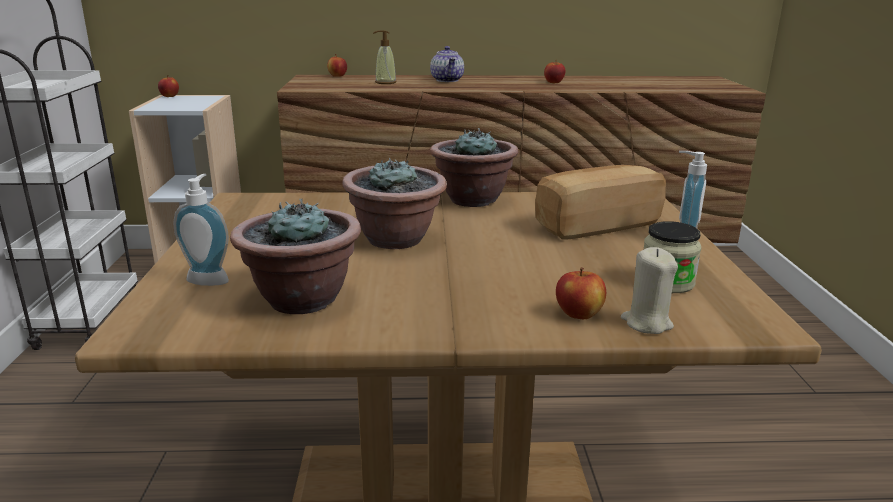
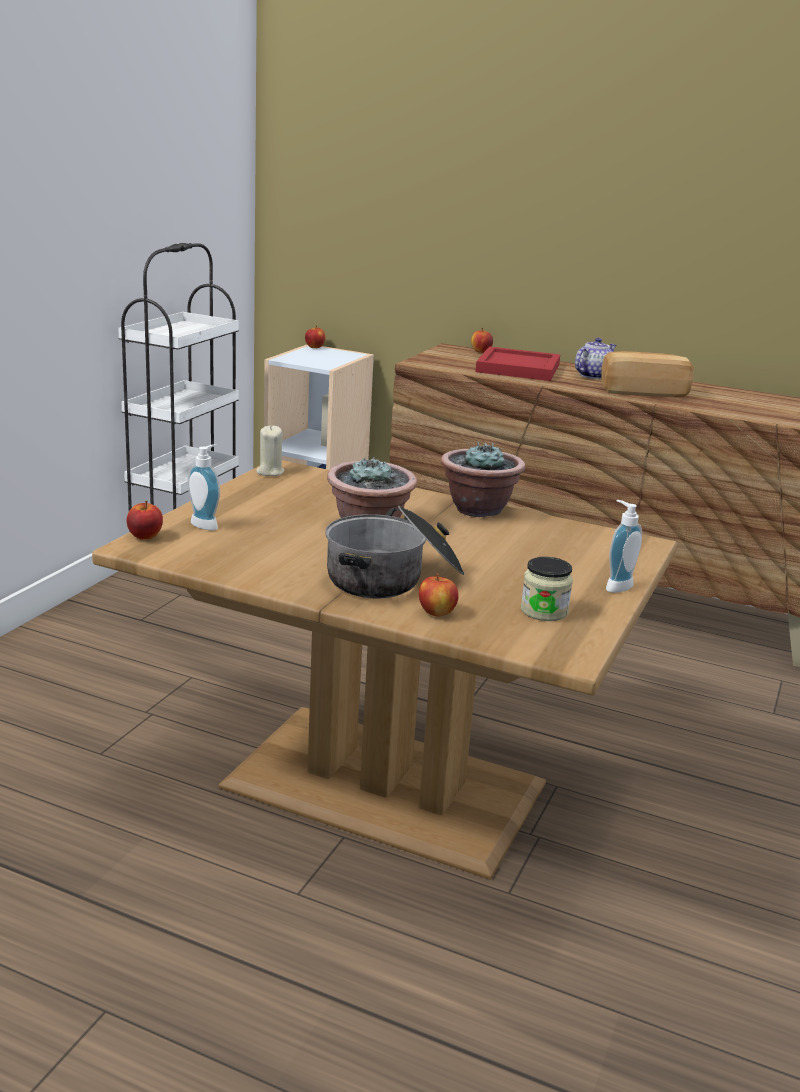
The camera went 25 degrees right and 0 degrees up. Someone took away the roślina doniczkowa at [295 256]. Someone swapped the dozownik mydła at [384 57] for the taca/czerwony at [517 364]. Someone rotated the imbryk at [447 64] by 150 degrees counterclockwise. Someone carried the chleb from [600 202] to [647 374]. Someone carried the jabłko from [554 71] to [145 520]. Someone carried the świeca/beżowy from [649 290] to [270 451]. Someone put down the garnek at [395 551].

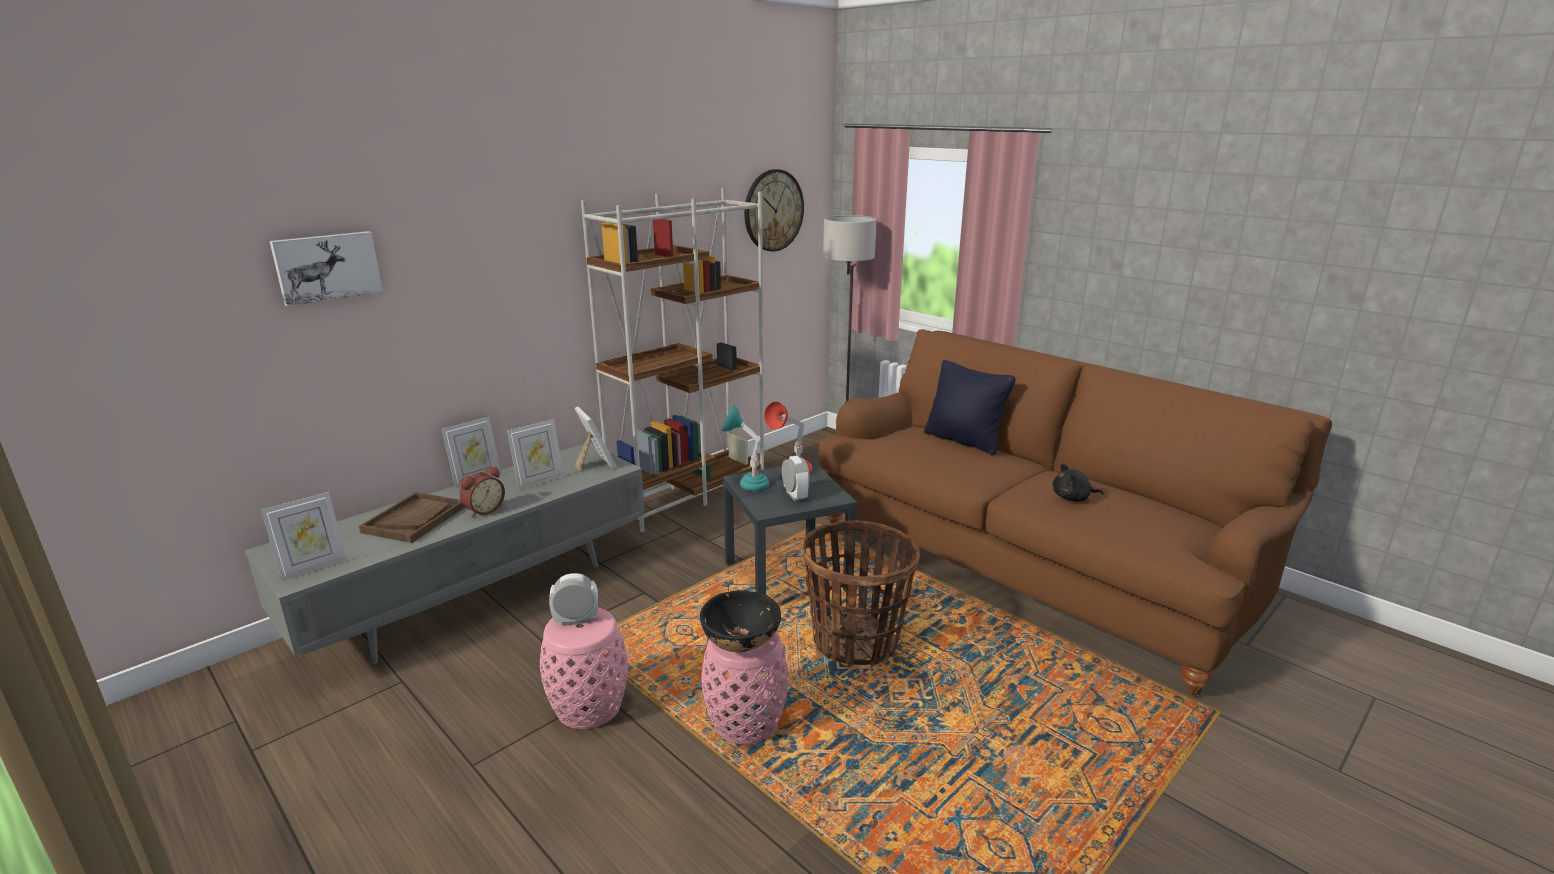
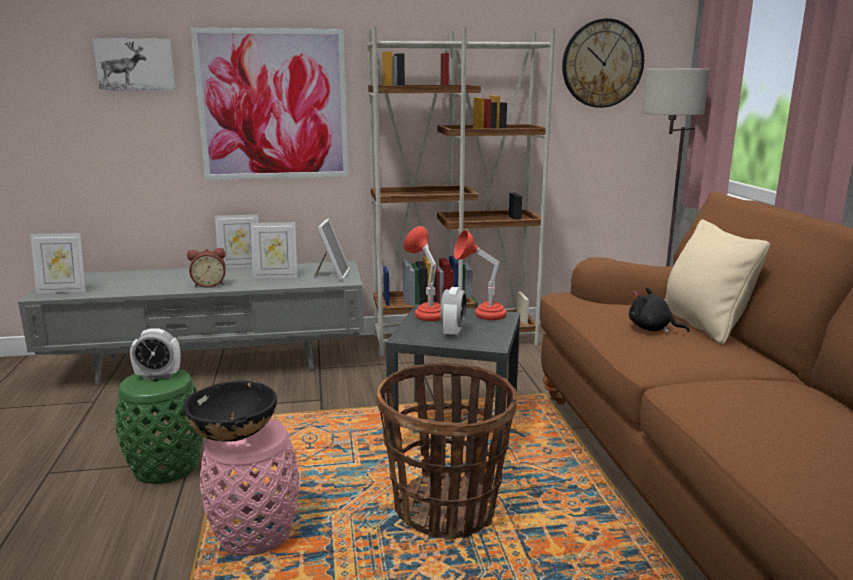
The camera went 35 degrees right and 5 degrees down. Someone took away the taca/brązowy at [412 517]. Someone repainted the stołek/różowy at [584 668], which became the stołek/zielony at [159 426]. Someone rotated the budzik at [573 599] by 150 degrees clockwise. Someone repainted the lampa stołowa/turkusowy at [745 448], which became the lampa stołowa/czerwony at [422 273]. Someone repainted the poduszka/czarny at [970 407], which became the poduszka/beżowy at [717 281]. Someone carried the pluszak/czarny from [1078 483] to [659 310]. Someone put up the obraz at [270 104].

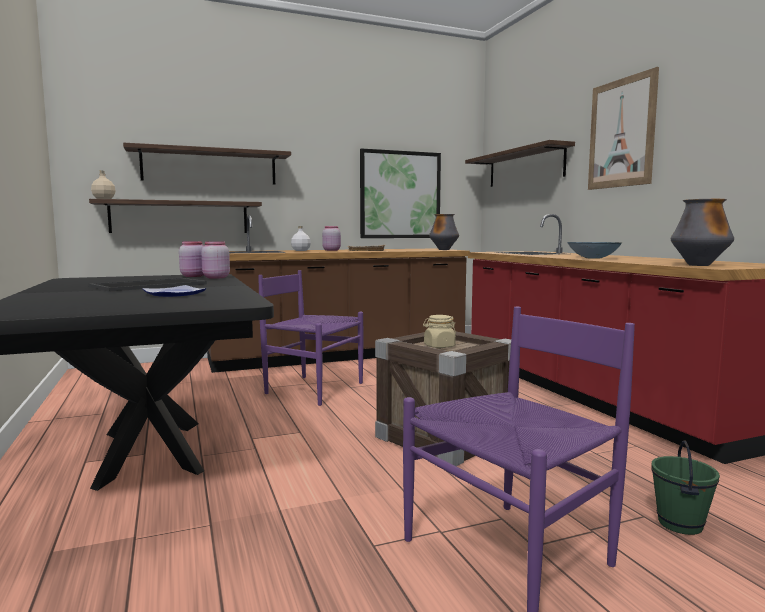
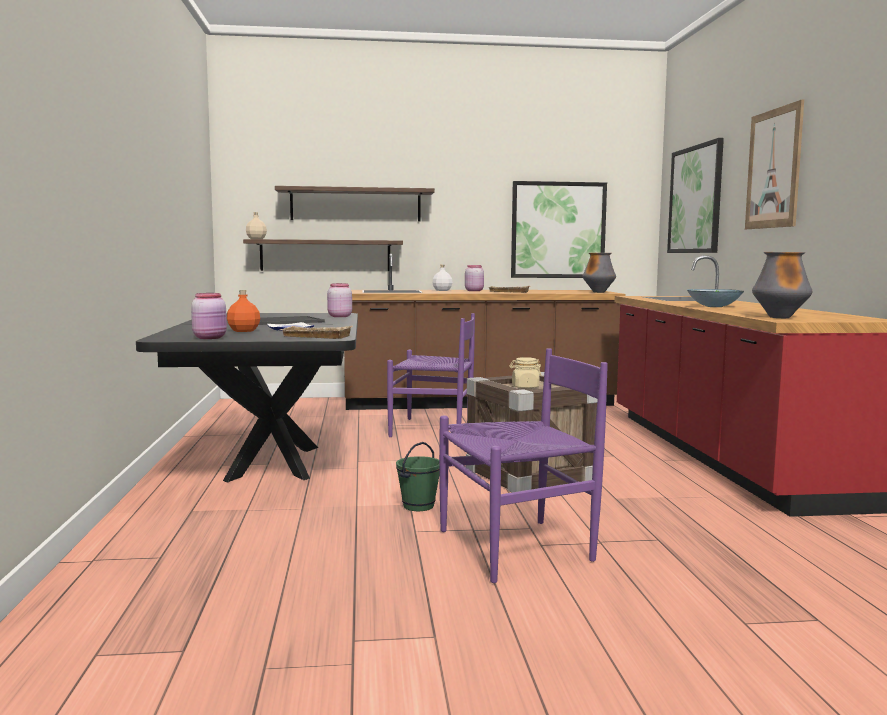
The camera went 15 degrees right and 0 degrees up. Someone carried the słoik/różowy from [191 259] to [209 316]. Someone rotated the krzesło/fioletowy at [310 338] by 150 degrees clockwise. Someone swapped the półka at [520 163] for the obraz at [695 195]. Someone carried the wiadro/zielony from [685 488] to [417 476]. Someone put down the butelka/pomarańczowy at [243 311]. Someone put down the taca/beżowy at [316 332].

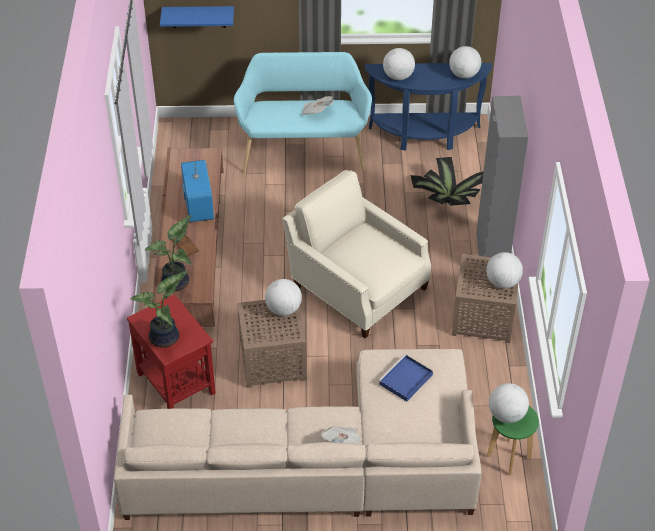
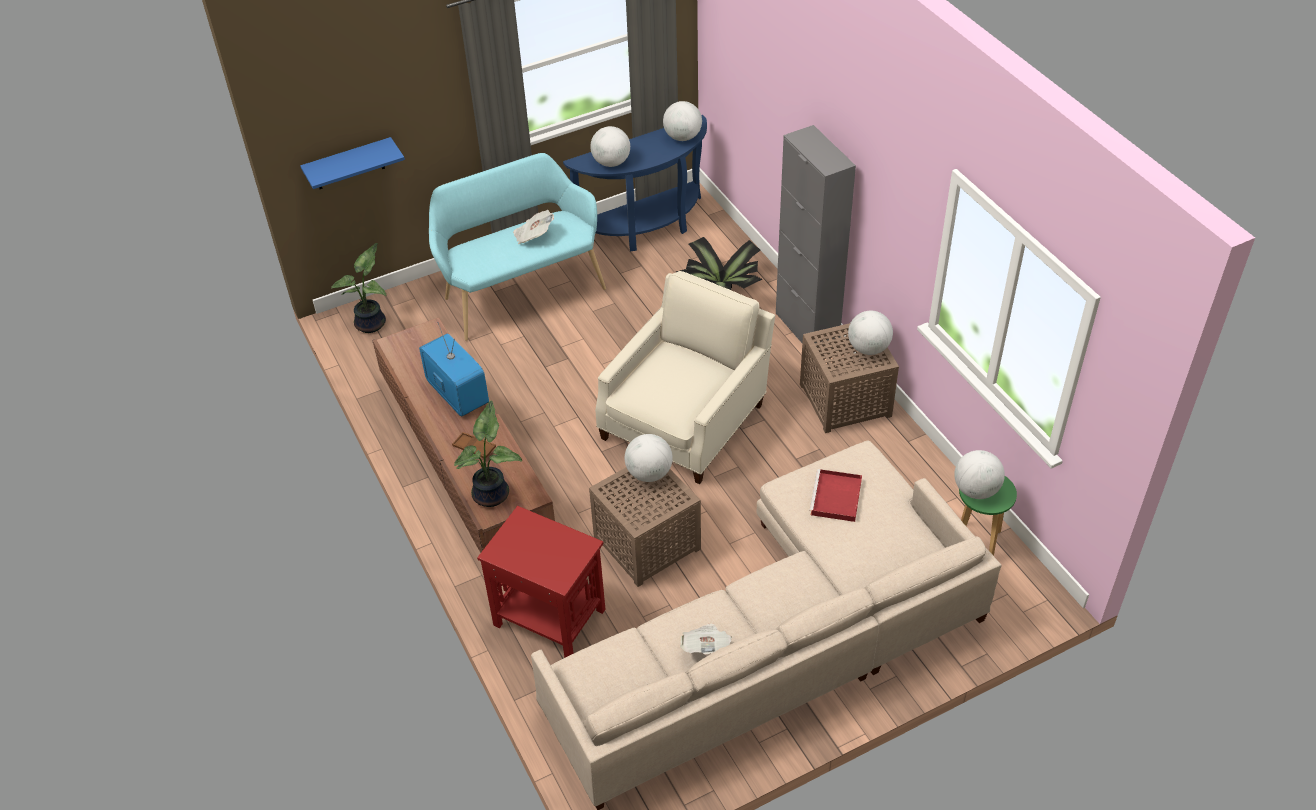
The camera went 25 degrees left and 0 degrees up. Someone carried the roślina doniczkowa from [159 309] to [358 288]. Someone rotated the fotel/beżowy at [357 254] by 105 degrees clockwise. Someone carried the gazeta from [341 435] to [706 639]. Someone repainted the taca/niebieski at [405 377], which became the taca/czerwony at [835 495].

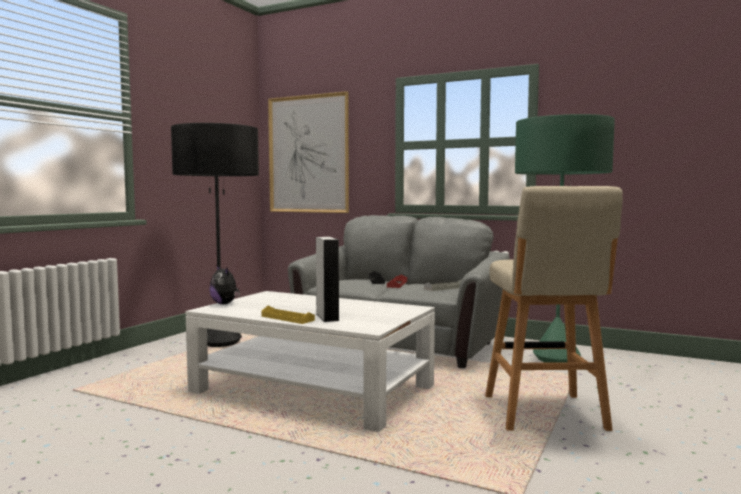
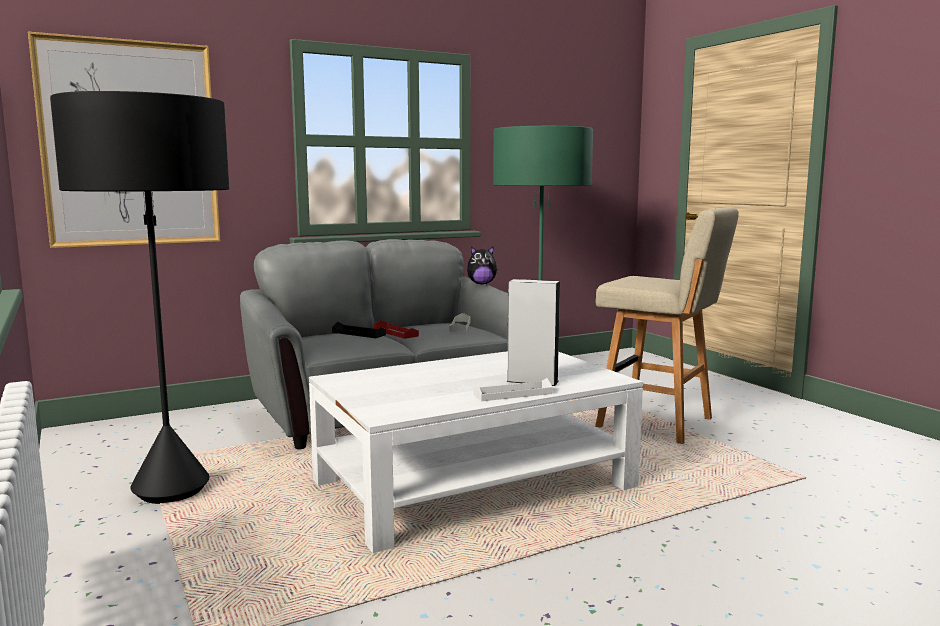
The camera went 55 degrees left and 5 degrees up. Someone carried the pluszak from [224 285] to [482 265]. Someone repainted the taca/żółty at [288 315], which became the taca/biały at [512 389].

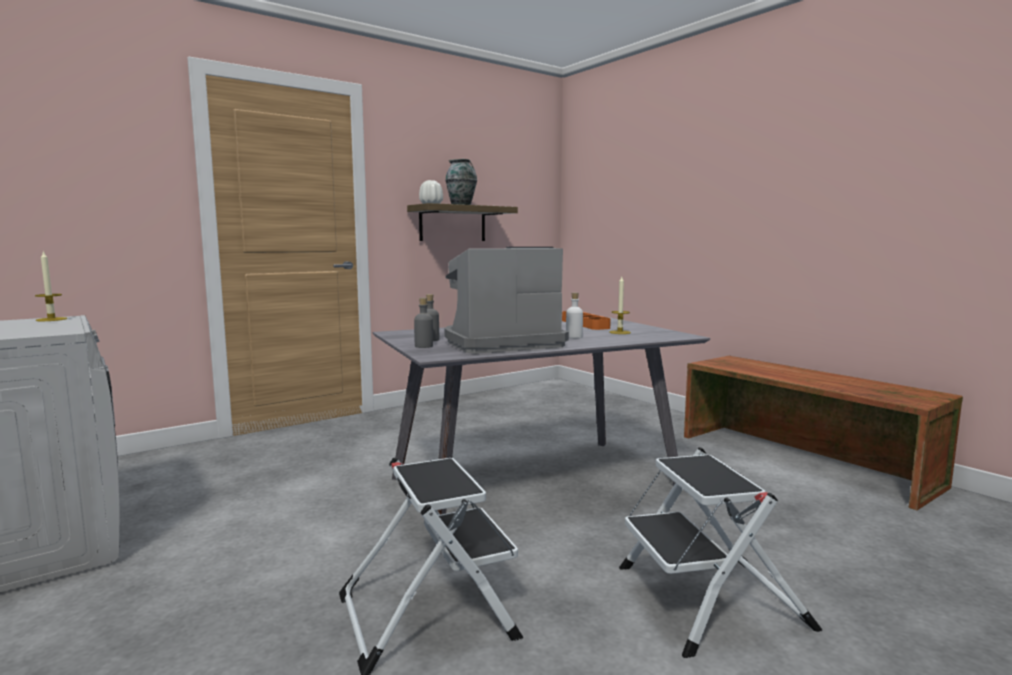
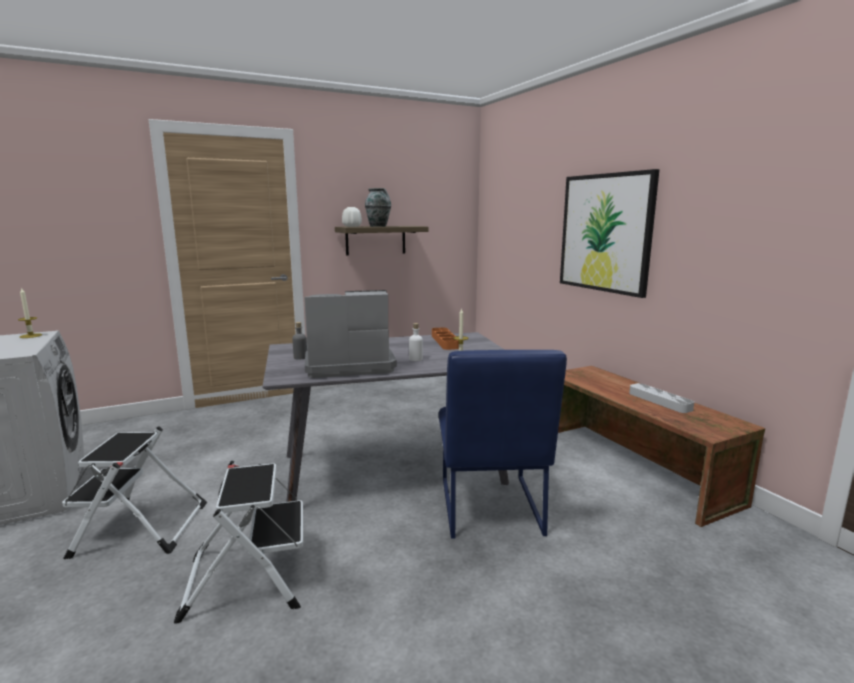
The camera went 10 degrees right and 5 degrees up. Someone took away the butelka/szary at [423 323]. Someone carried the drabinka from [720 552] to [134 492]. Someone put down the krzesło/niebieski at [503 444]. Someone put up the obraz at [610 233]. Someone put down the taca/szary at [661 398].

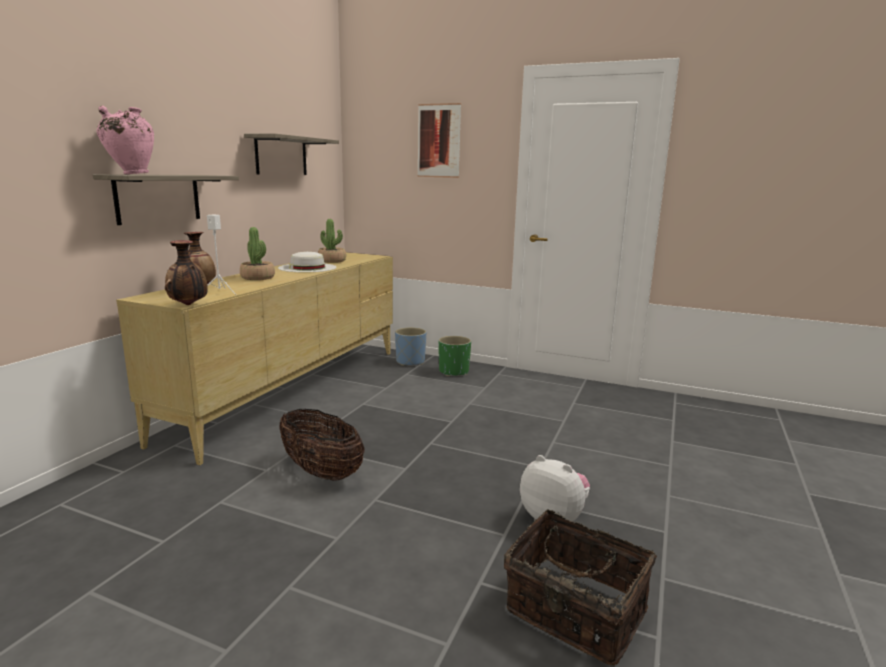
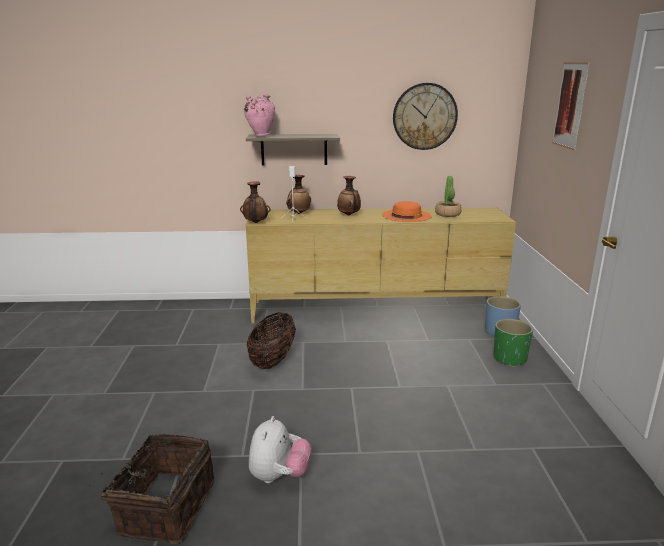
The camera went 65 degrees right and 5 degrees up. Someone swapped the roślina doniczkowa at [257 253] for the wazon at [349 195]. Someone swapped the półka at [291 154] for the zegar ścienny at [425 116]. Someone repainted the kapelusz/biały at [307 262], which became the kapelusz/pomarańczowy at [407 211].

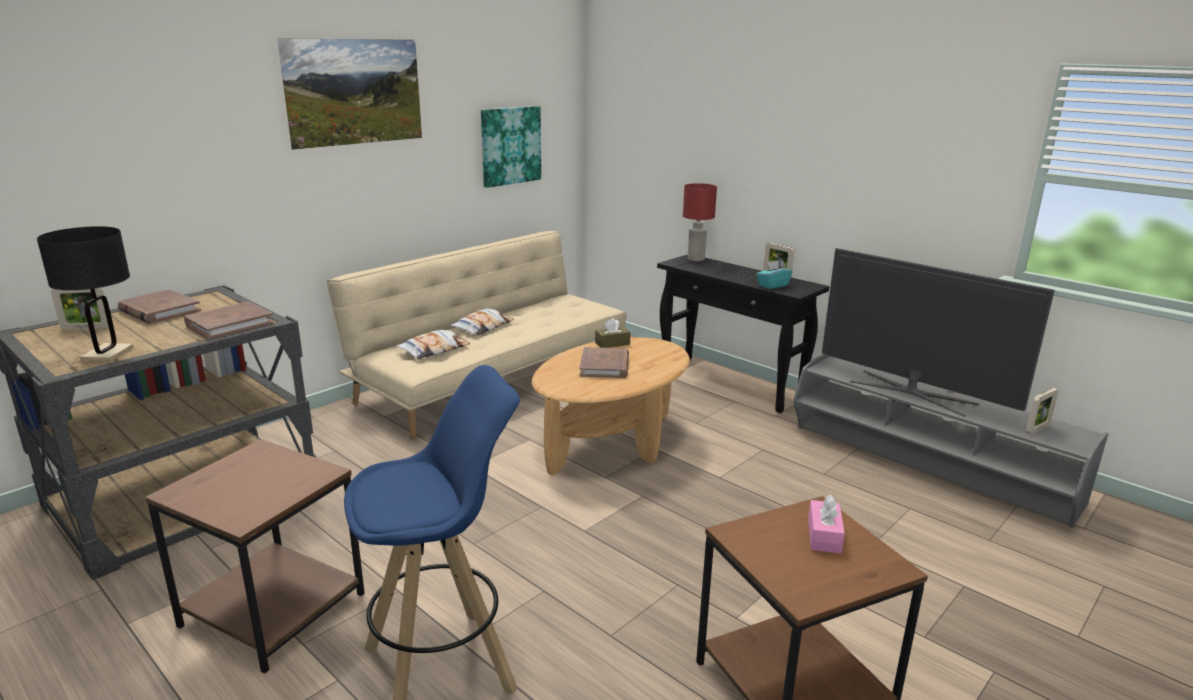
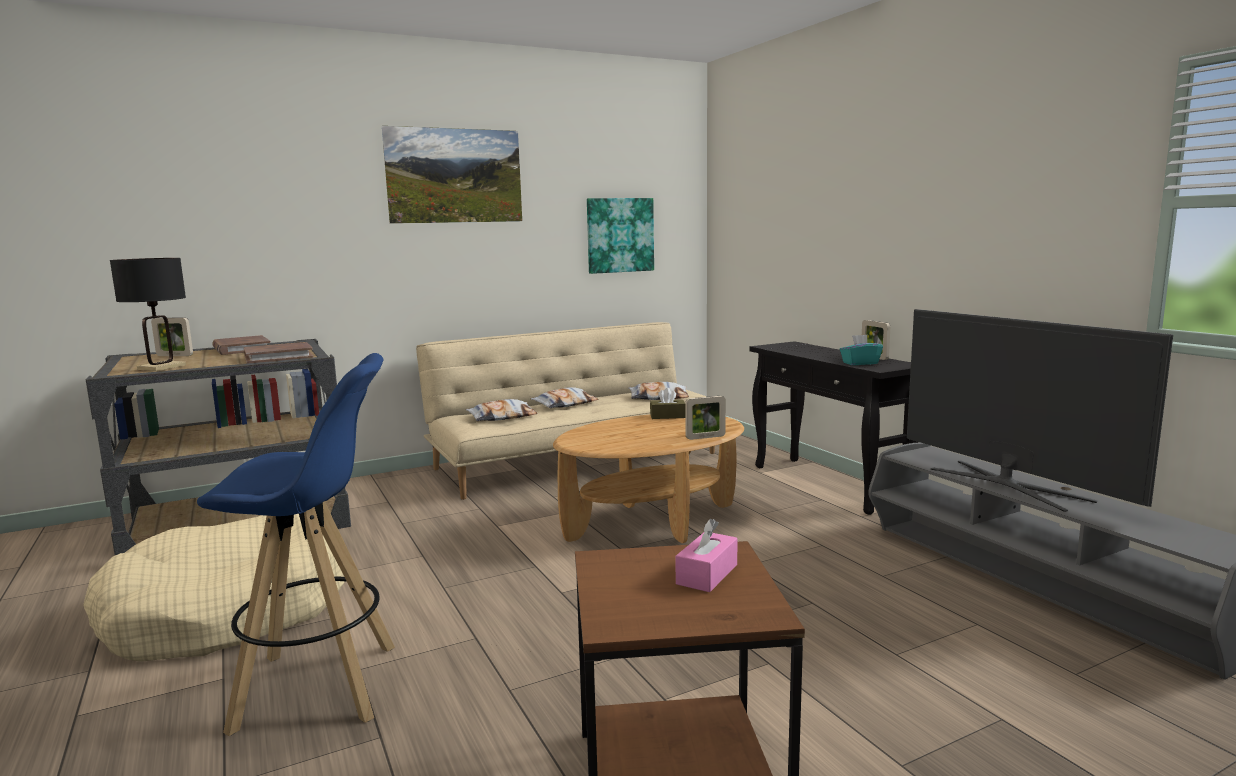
The camera went 20 degrees right and 10 degrees down. Someone swapped the stolik/brązowy at [255 556] for the legowisko/beżowy at [213 588]. Someone took away the książka/brązowy at [604 362]. Someone took away the lampa stołowa/czerwony at [700 222]. Someone carried the ramka na zdjęcie from [1042 411] to [705 418]. Someone put down the poduszka at [659 391].

